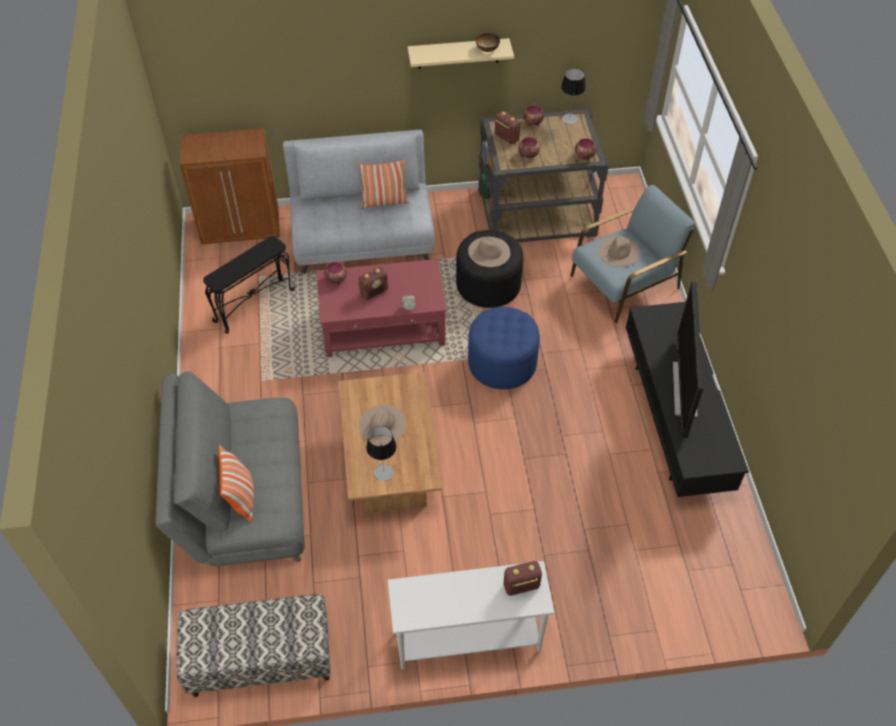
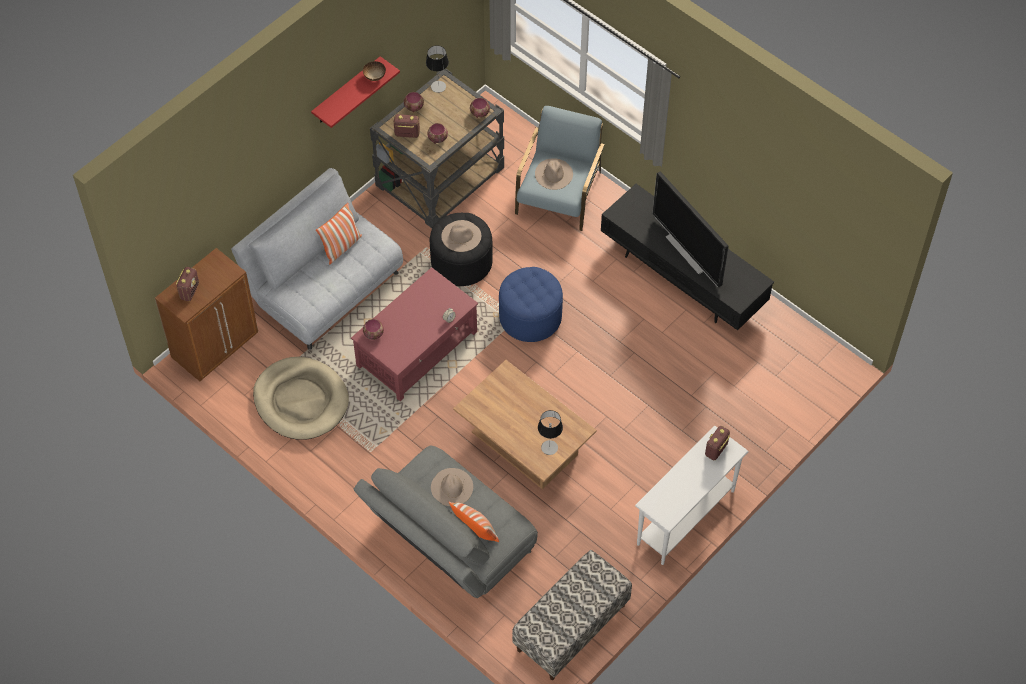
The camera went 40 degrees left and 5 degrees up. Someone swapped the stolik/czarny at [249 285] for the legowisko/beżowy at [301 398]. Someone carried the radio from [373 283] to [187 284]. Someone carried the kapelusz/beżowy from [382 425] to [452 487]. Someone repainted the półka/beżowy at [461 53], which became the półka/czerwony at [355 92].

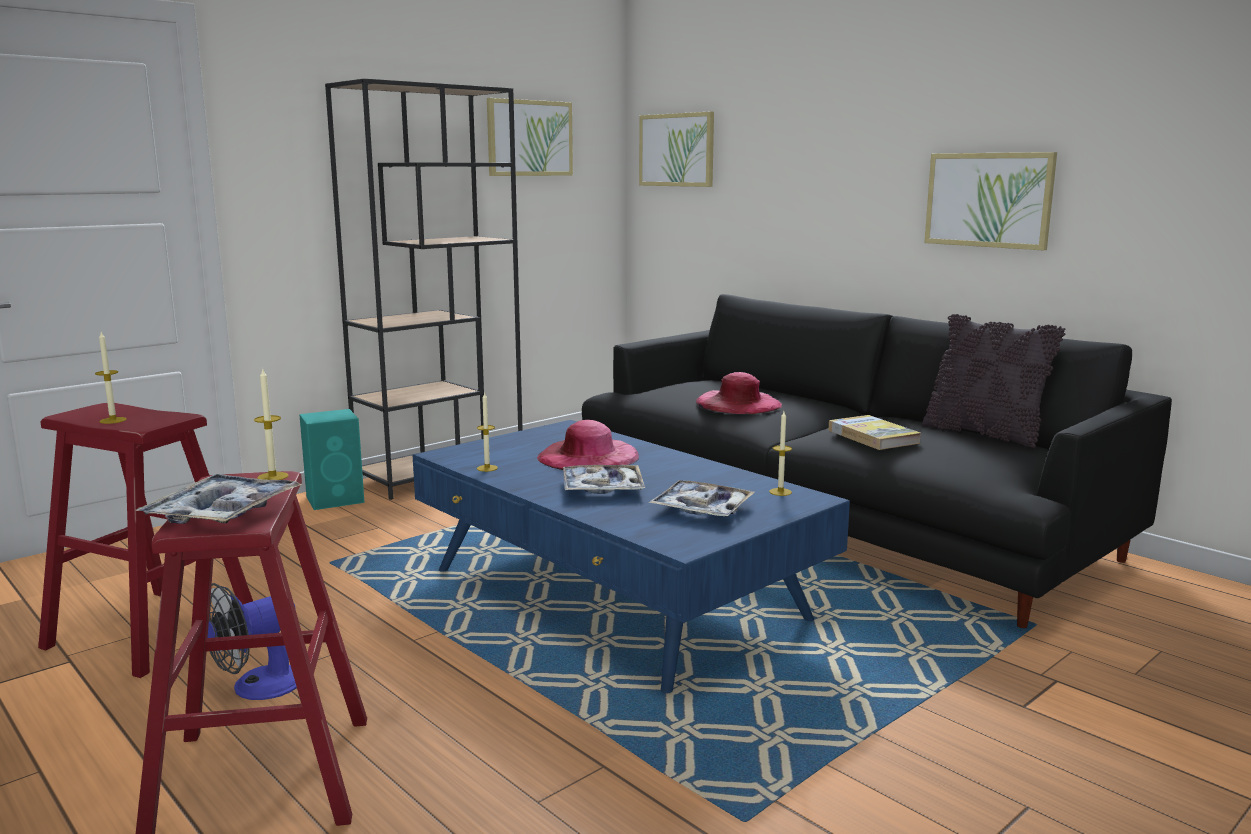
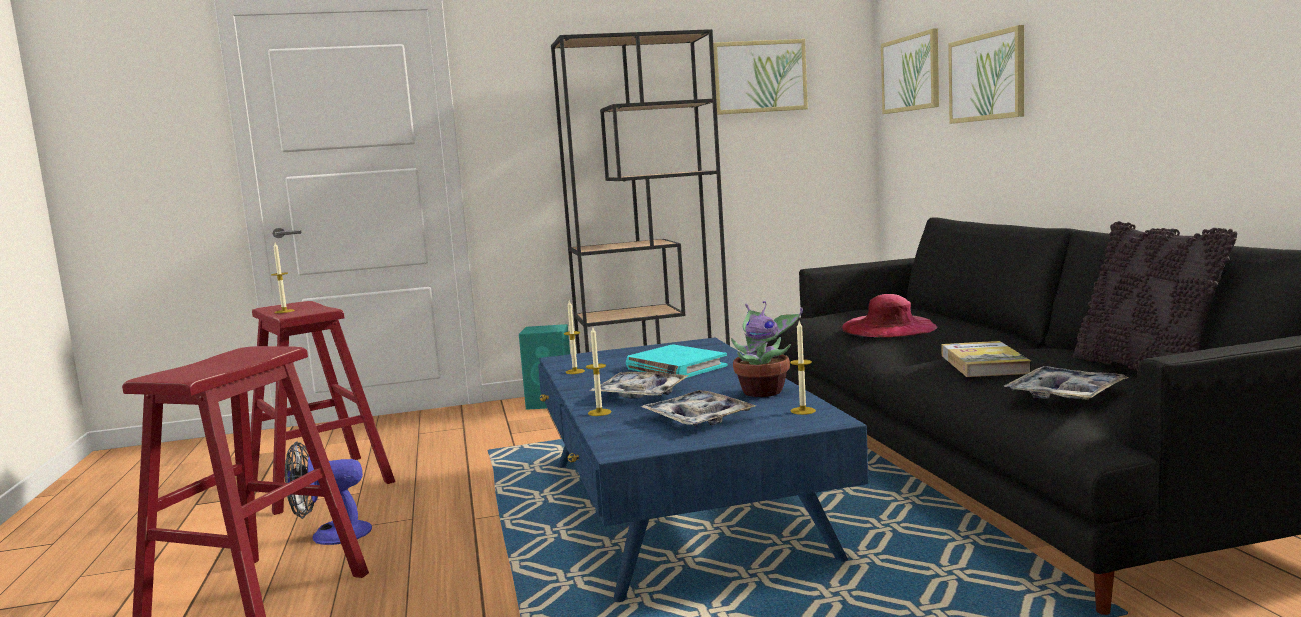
The camera went 30 degrees right and 5 degrees down. Someone carried the taca from [218 499] to [1066 383]. Someone carried the świeca from [271 424] to [598 371]. Someone swapped the kapelusz/różowy at [588 445] for the książka/turkusowy at [677 361]. Someone carried the obraz from [990 201] to [986 74]. Someone put down the roślina doniczkowa at [767 349].

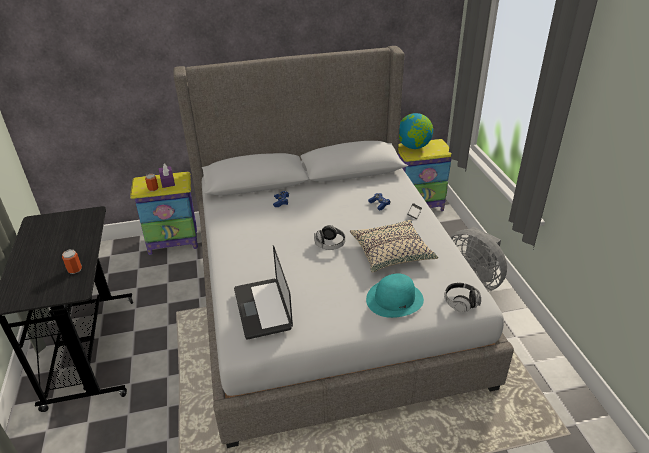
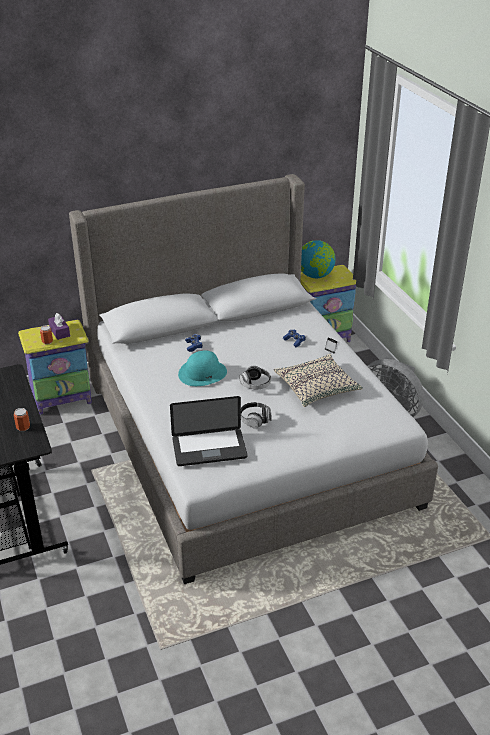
The camera went 10 degrees left and 0 degrees up. Someone rotated the laptop at [263 292] by 75 degrees counterclockwise. Someone carried the kapelusz/turkusowy from [395 296] to [202 368]. Someone carried the słuchawki from [462 298] to [256 415].

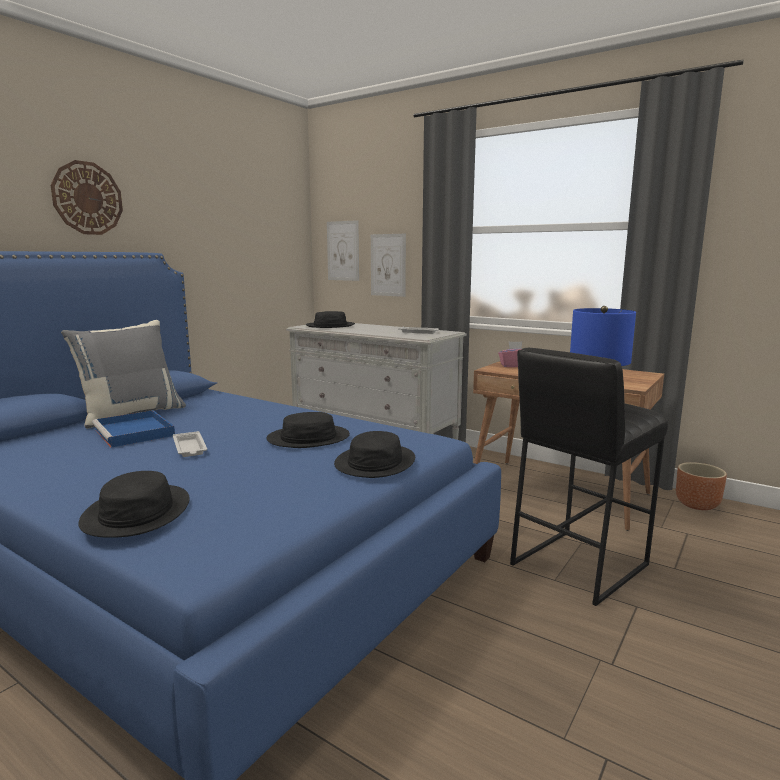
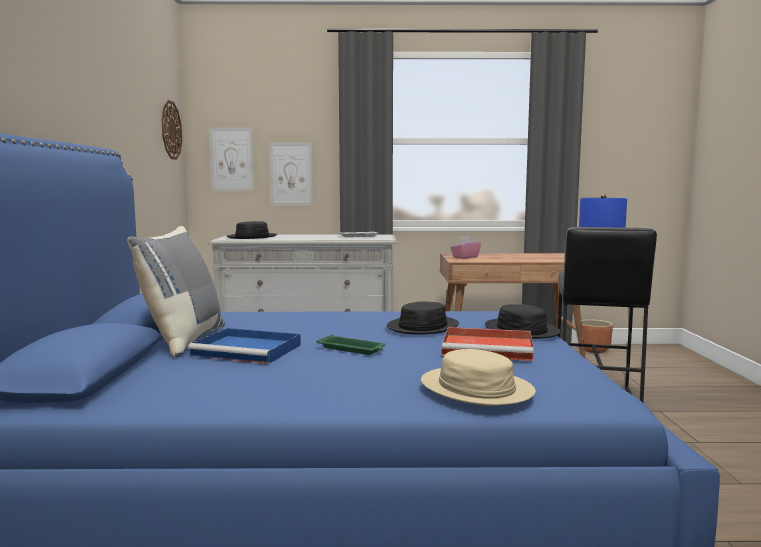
The camera went 35 degrees left and 5 degrees down. Someone carried the zegar ścienny from [87 197] to [171 130]. Someone repainted the kapelusz/czarny at [134 504], which became the kapelusz/beżowy at [478 377]. Someone repainted the taca/biały at [190 444], which became the taca/zielony at [351 345]. Someone put down the taca/czerwony at [488 344].

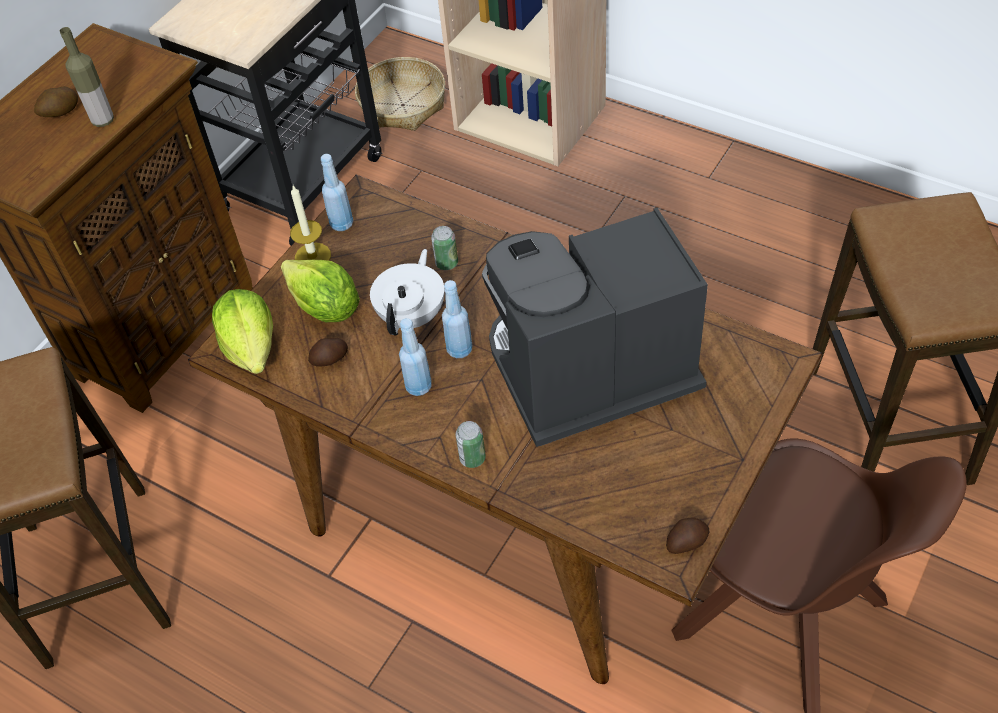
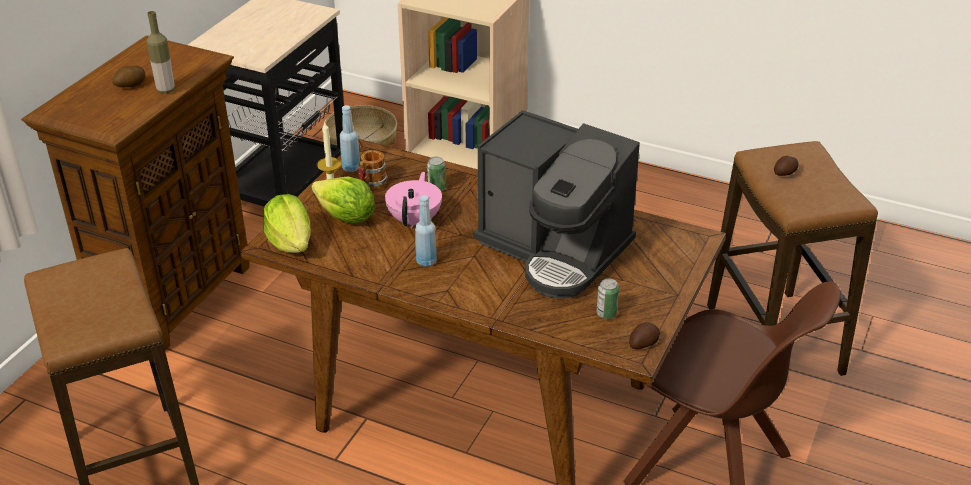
The camera went 10 degrees left and 15 degrees down. Someone carried the ziemniak from [328 352] to [786 166]. Someone repainted the imbryk/biały at [407 292], which became the imbryk/różowy at [413 200]. Someone took away the butelka/niebieski at [457 319]. Someone carried the puszka from [471 444] to [608 298]. Someone rotated the ekspres do kawy at [595 327] by 120 degrees counterclockwise. Someone put down the kubek at [373 169].

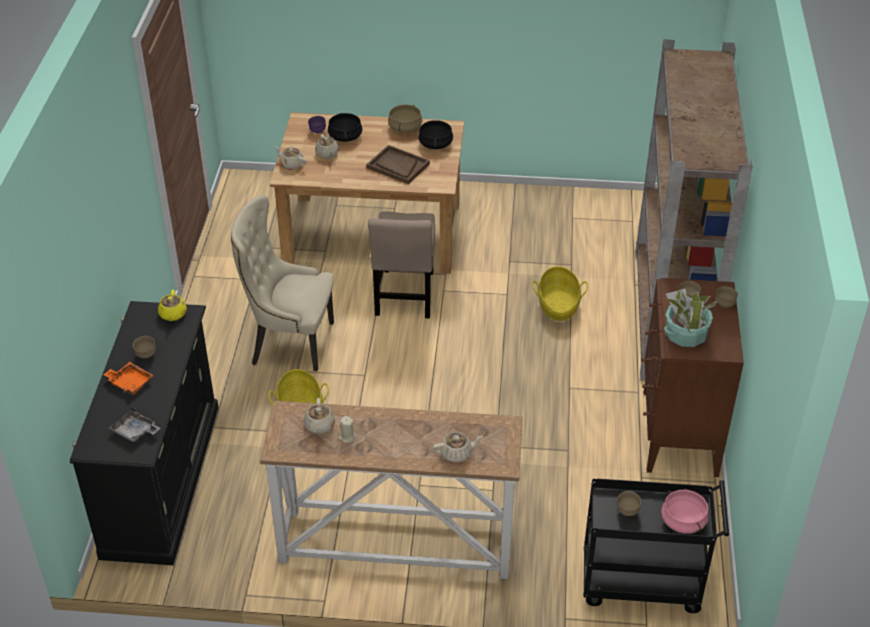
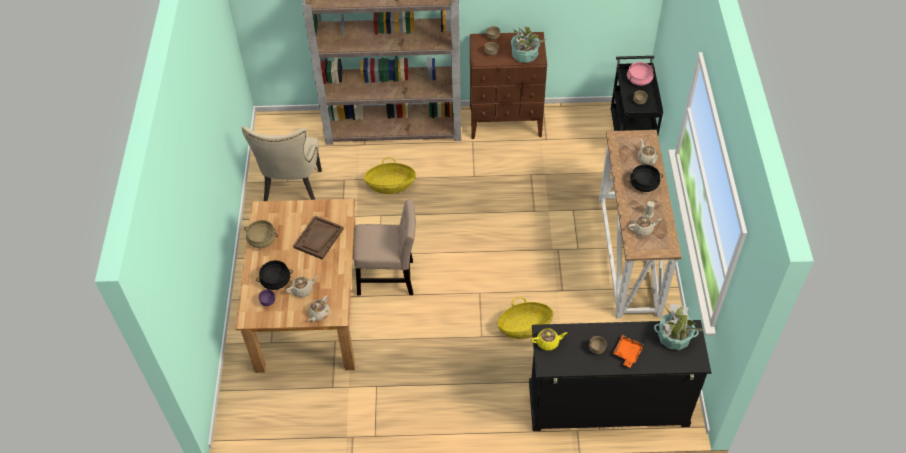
The camera went 95 degrees left and 10 degrees up. Someone swapped the taca/szary at [134 424] for the roślina doniczkowa at [679 326]. Someone carried the krzesło/beżowy from [282 282] to [282 163]. Someone carried the garnek/czarny from [435 134] to [646 178].

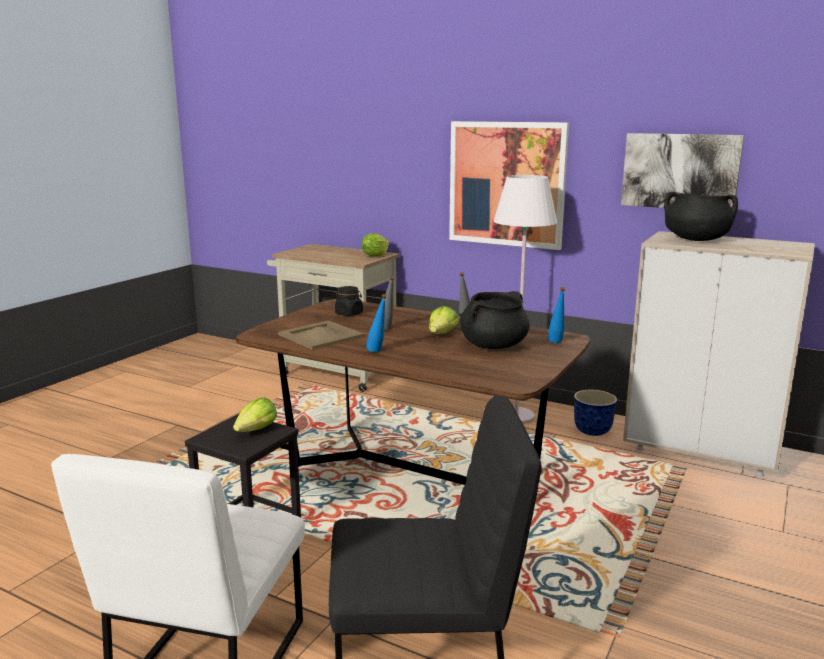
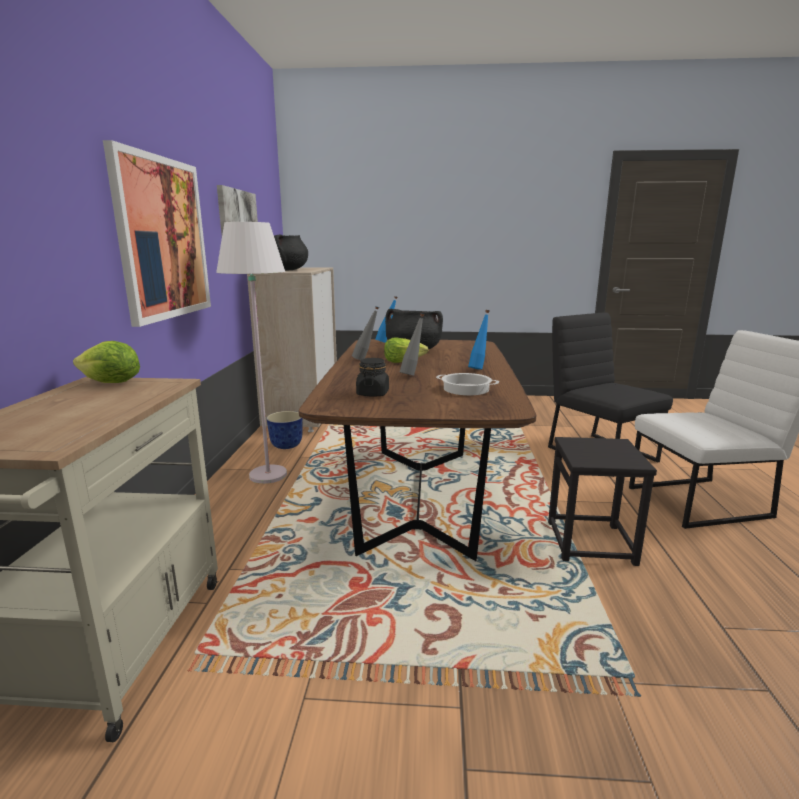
The camera went 115 degrees left and 0 degrees up. Someone took away the sałata at [255 414]. Someone swapped the taca/beżowy at [321 335] for the garnek at [467 384].

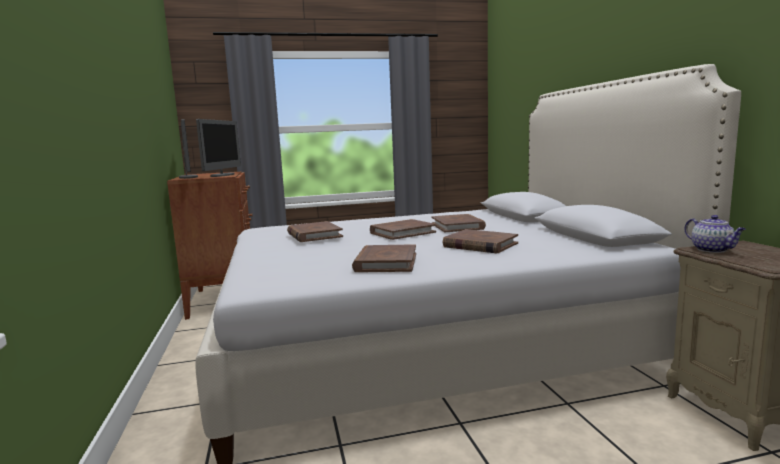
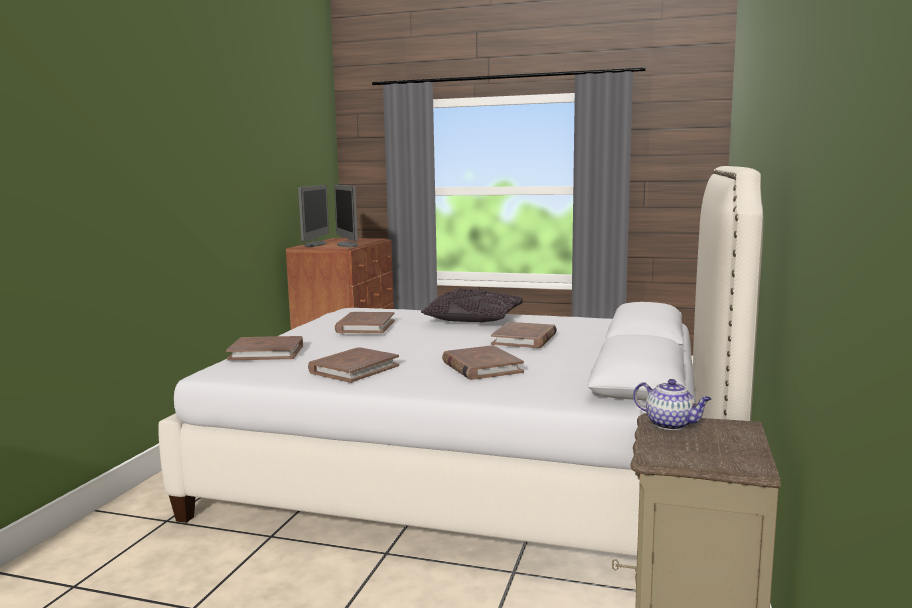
The camera went 30 degrees right and 0 degrees up. Someone rotated the monitor at [218 148] by 120 degrees clockwise. Someone carried the książka/brązowy from [403 229] to [264 348]. Someone rotated the imbryk at [715 234] by 60 degrees counterclockwise. Someone put down the poduszka/czarny at [472 305].

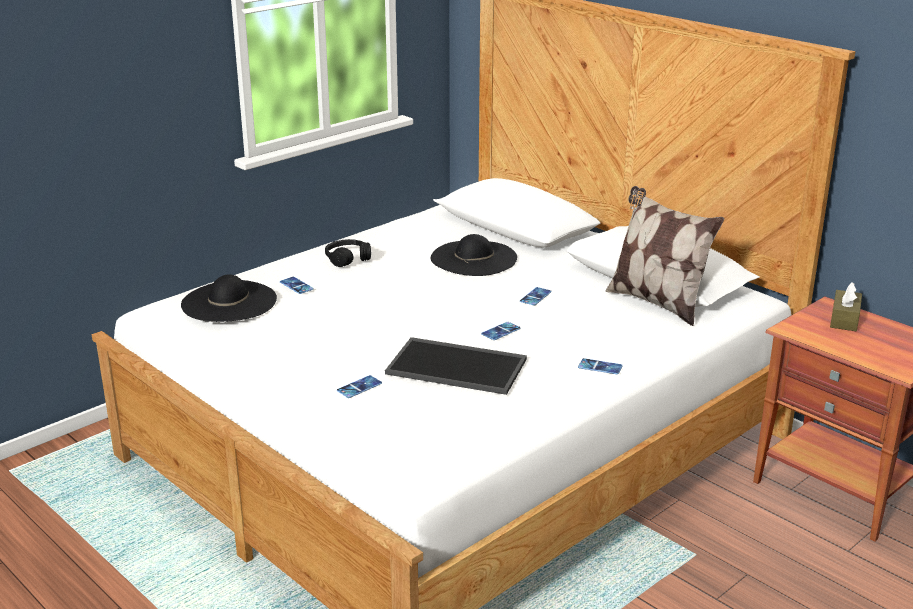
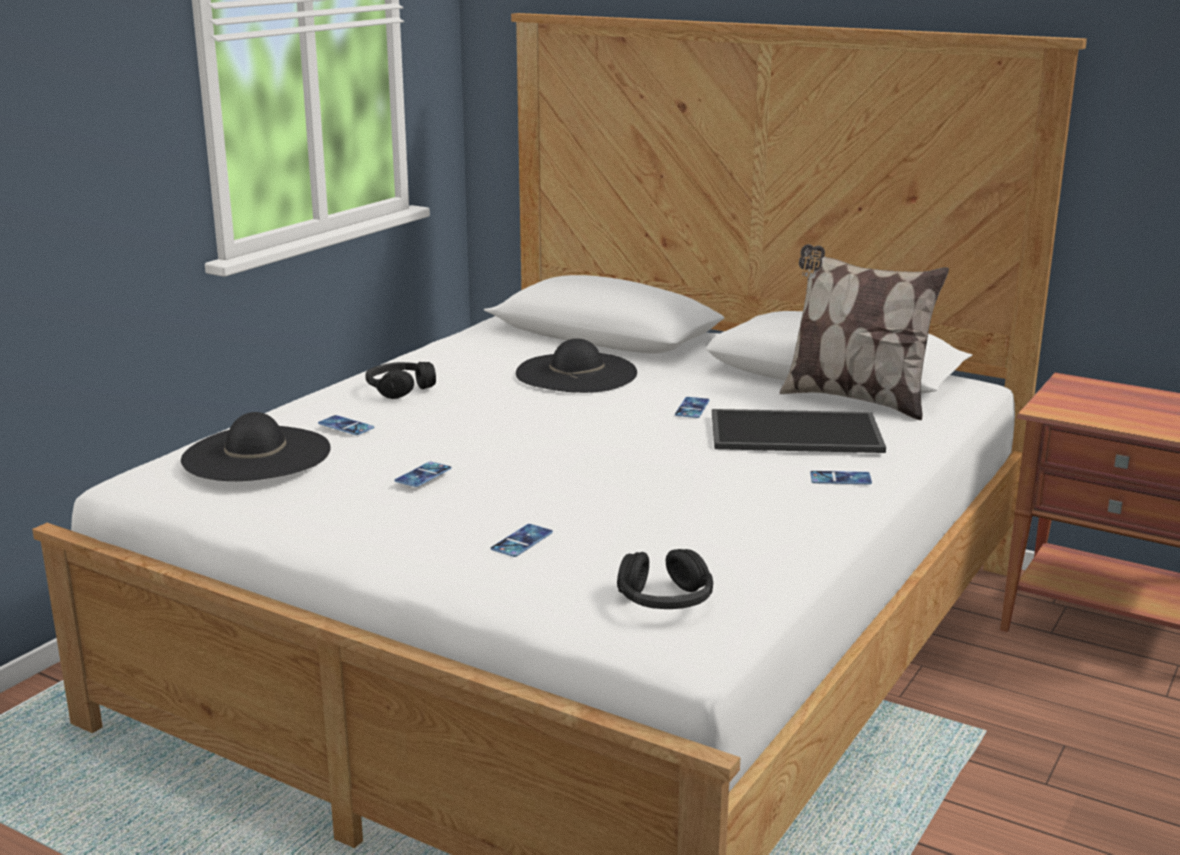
The camera went 15 degrees left and 5 degrees down. Someone carried the taca from [456 366] to [799 431]. Someone carried the telefon from [501 331] to [422 474]. Someone took away the pudełko chusteczek/brązowy at [846 307]. Someone put down the słuchawki/czarny at [665 579].

